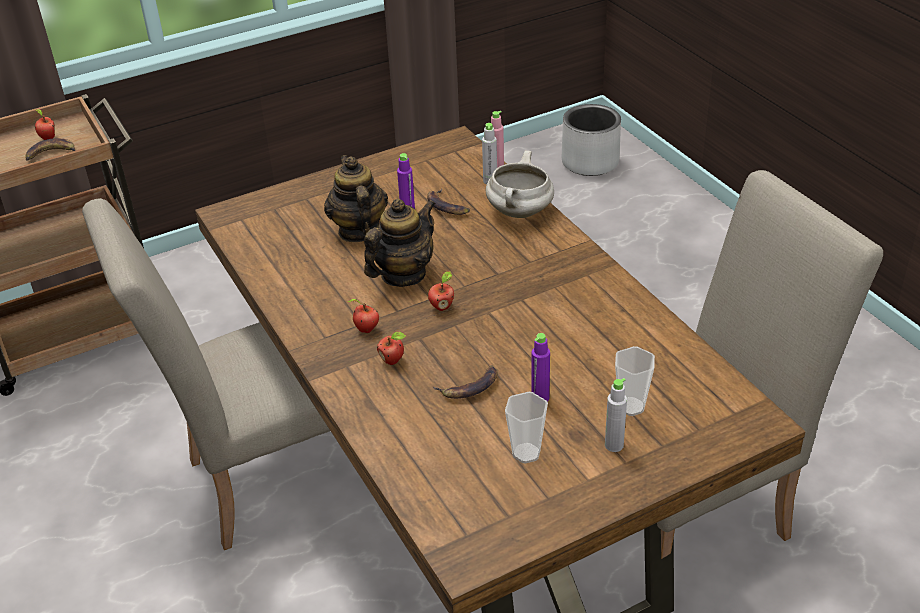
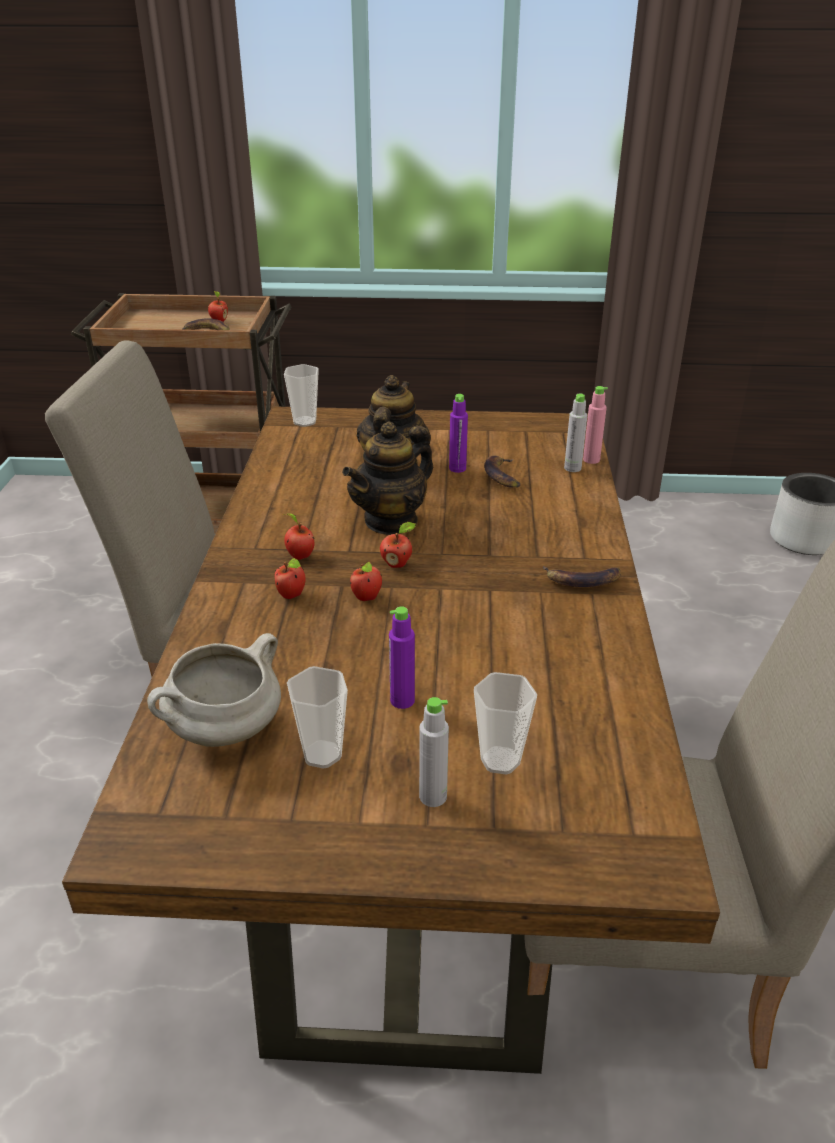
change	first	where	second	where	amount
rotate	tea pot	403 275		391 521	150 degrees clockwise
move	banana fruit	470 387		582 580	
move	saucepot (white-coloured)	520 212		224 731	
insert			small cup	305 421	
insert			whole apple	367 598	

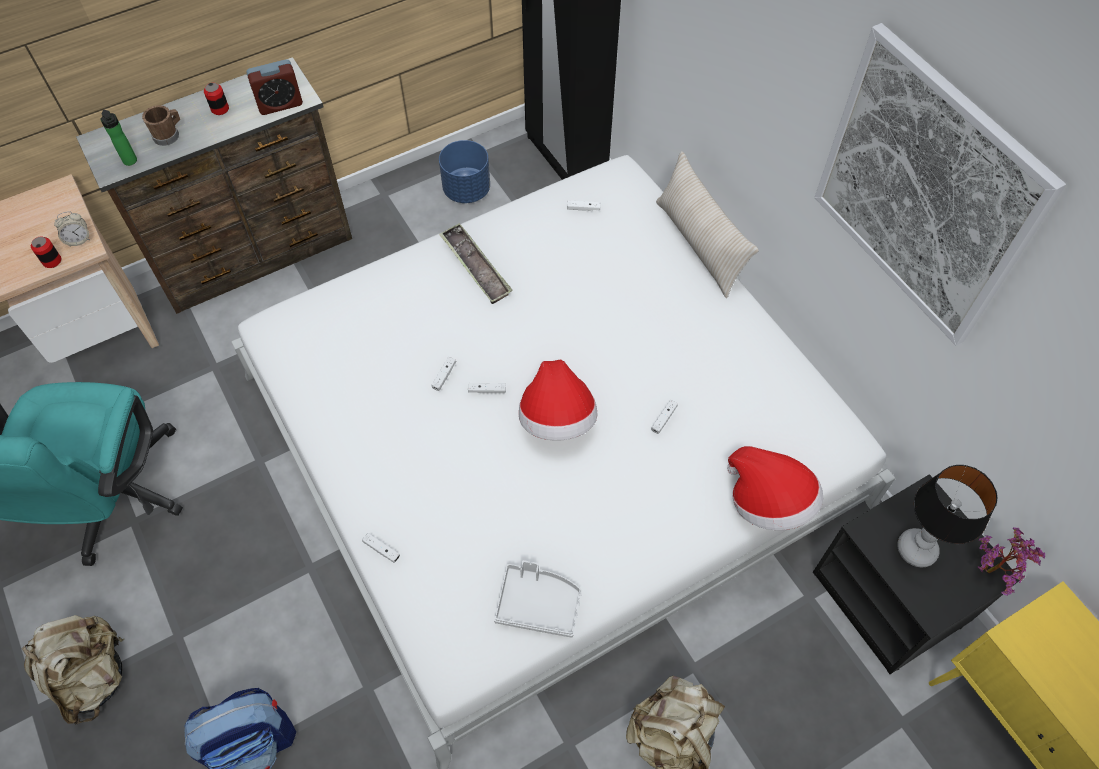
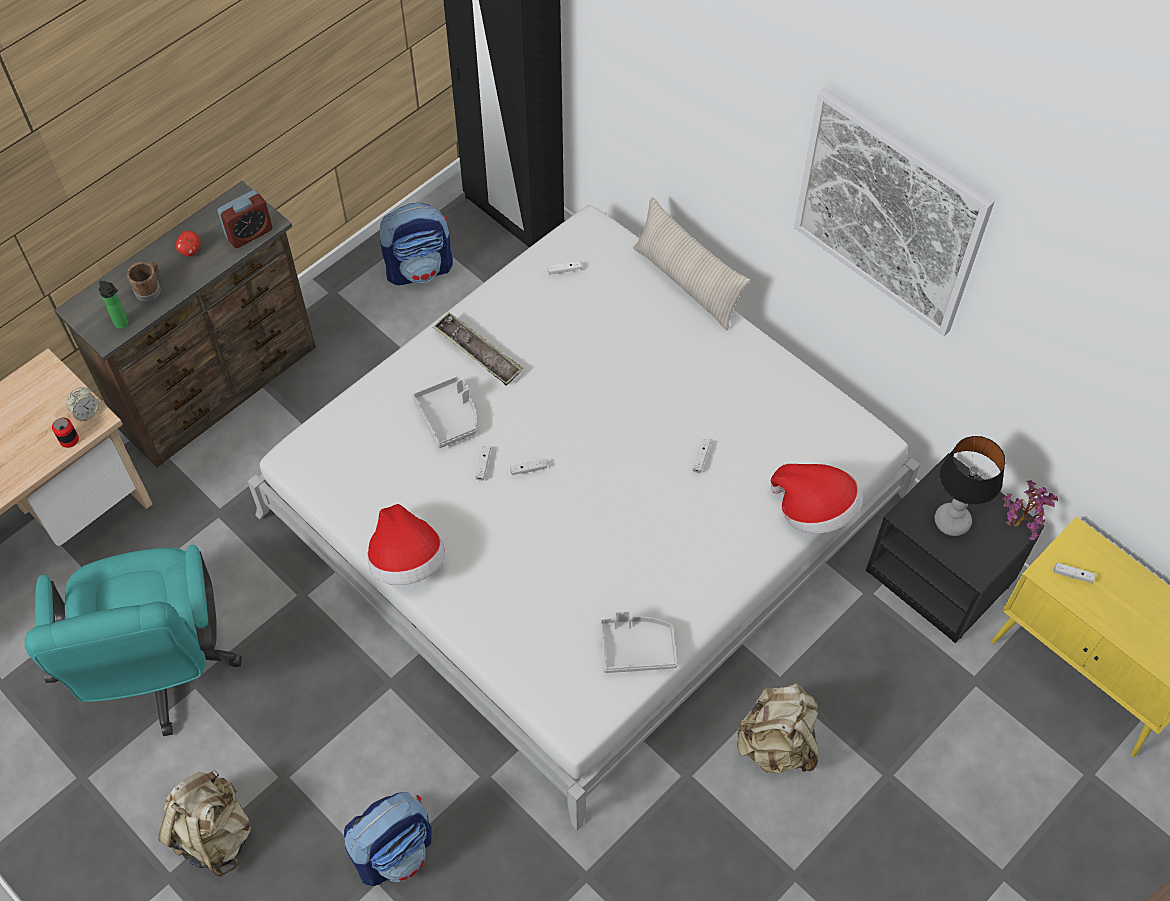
change	first	where	second	where	amount
replace	sealed can	220 109	whole apple	190 251	
move	gamepad (white-coloured)	381 550		1072 575	
replace	plant pot (bluish)	467 190	rucksack	420 269	
move	hat	557 419		407 562	
insert			serving tray (grey)	449 417	

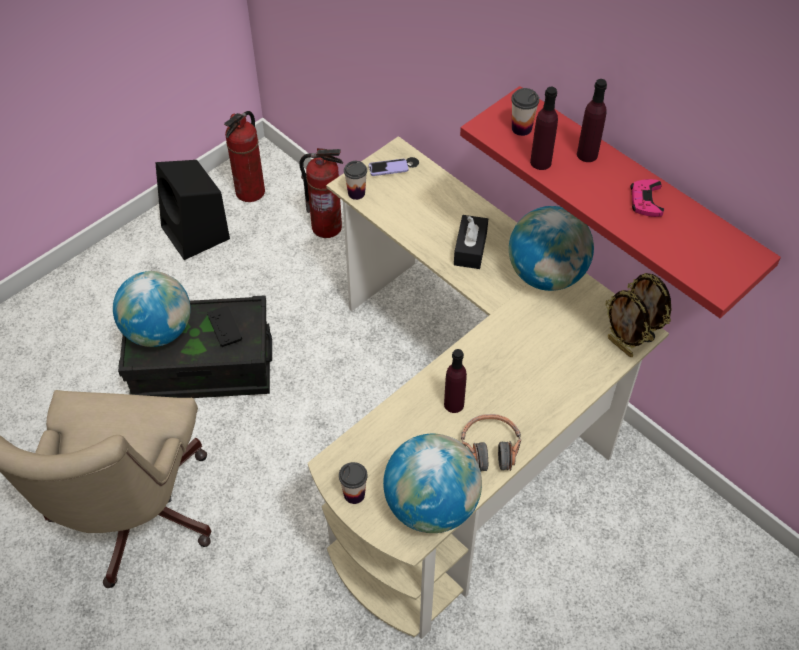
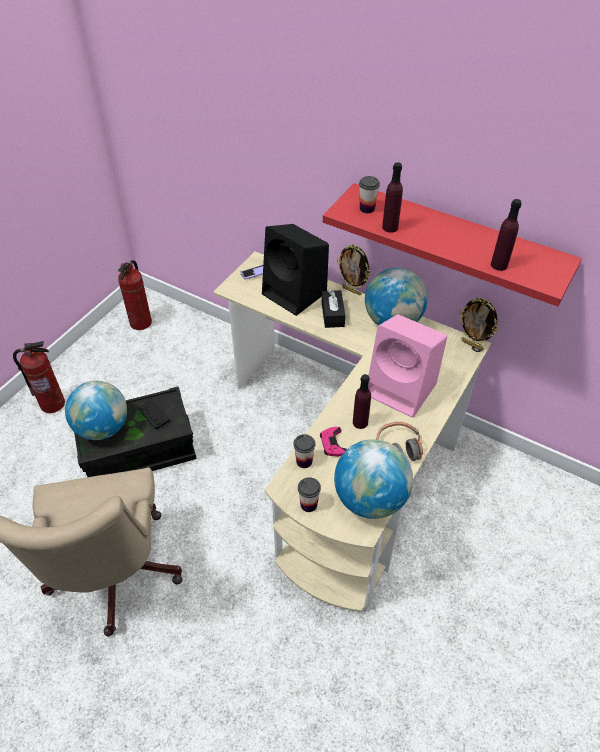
change	first	where	second	where	amount
move	speaker (black)	197 234		296 294	
move	fire-fighting cylinder	327 226		53 403	
move	small cup	356 193		304 461	
move	bottle (purplish)	587 154		499 265	
move	photo frame	620 346		352 291	
move	gamepad (pink)	646 200		332 444	
insert			speaker (pink)	403 389	

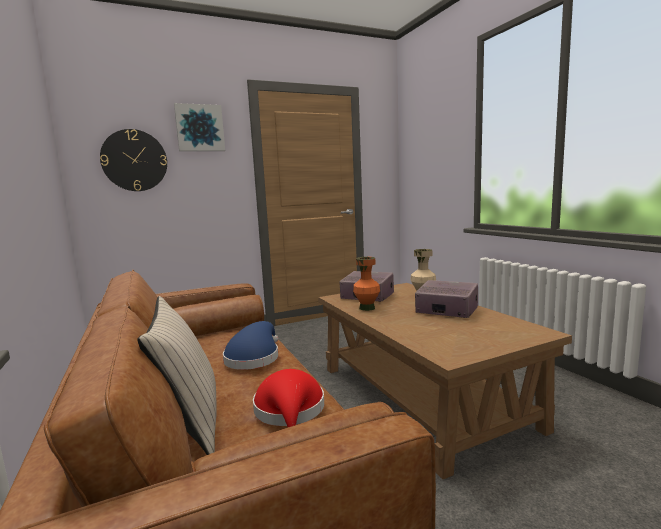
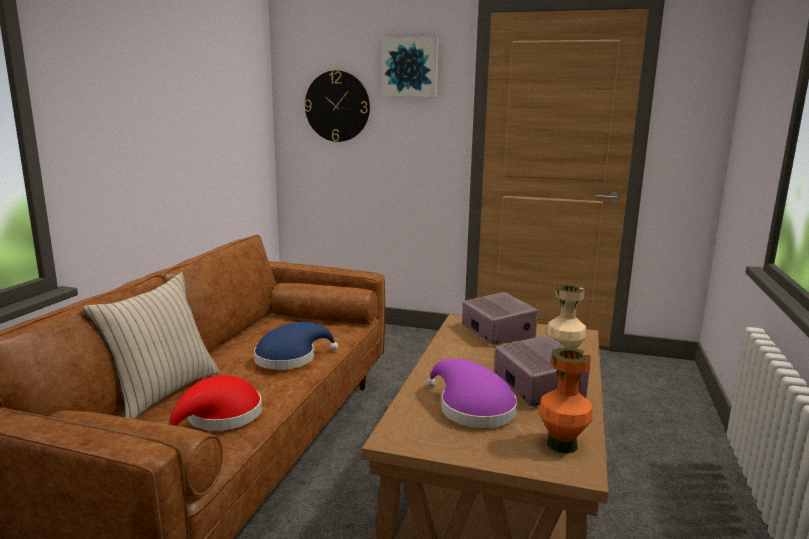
change	first	where	second	where	amount
move	flower vase (orangey)	366 308		561 444	
insert			hat (purplish)	472 408	

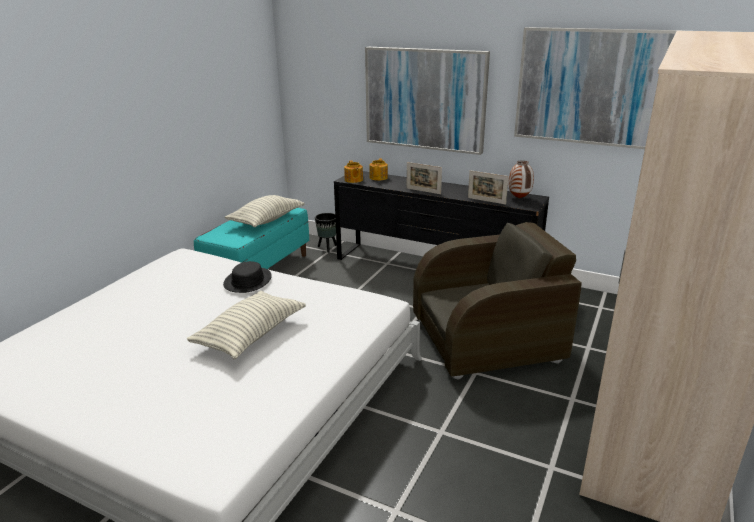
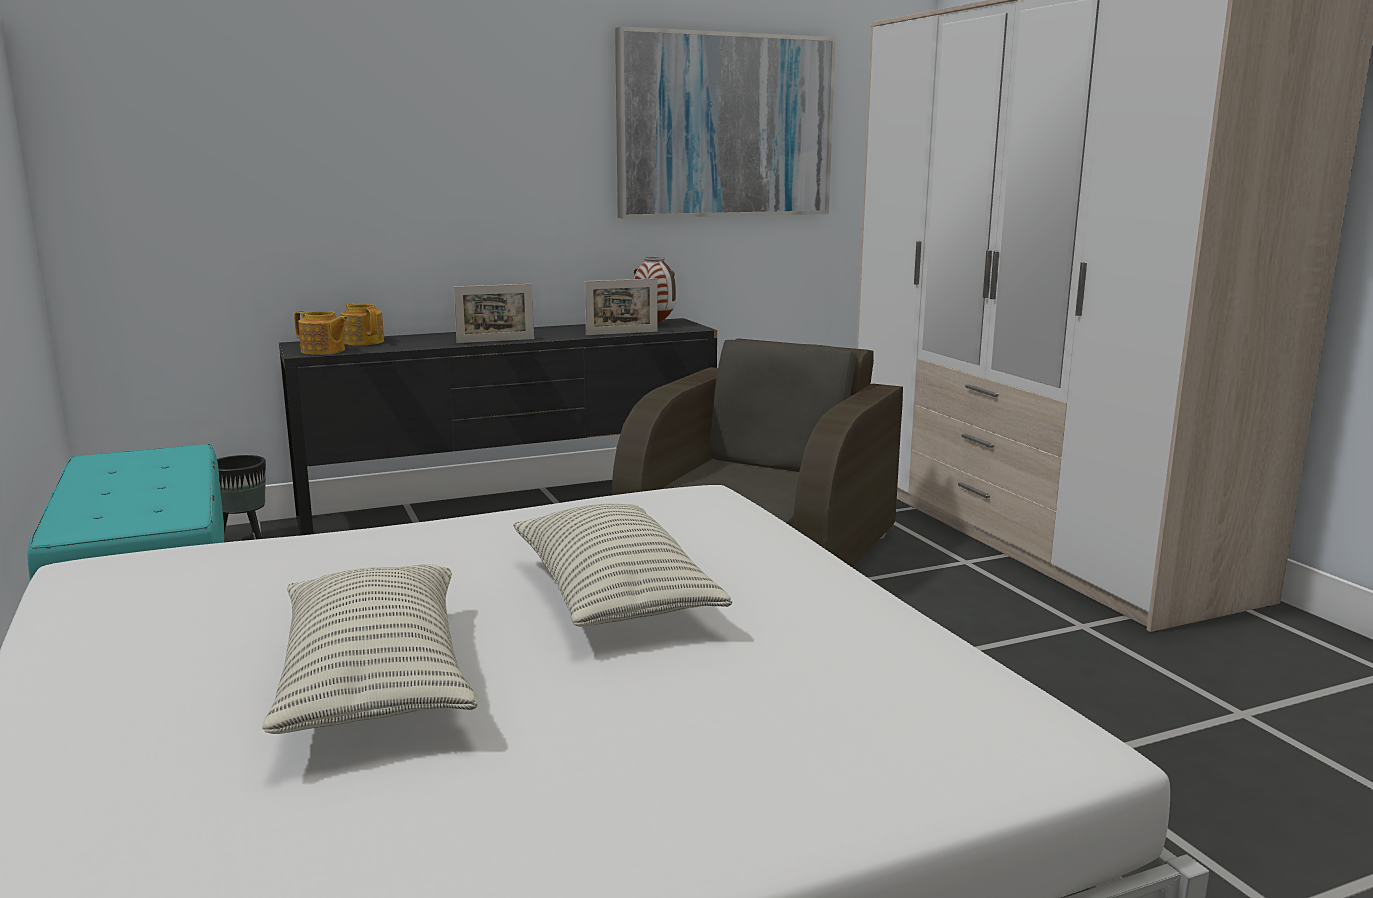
change	first	where	second	where	amount
delete	hat (black)	247 281			
move	throw pillow	266 220		375 682	
delete	picture	425 99			

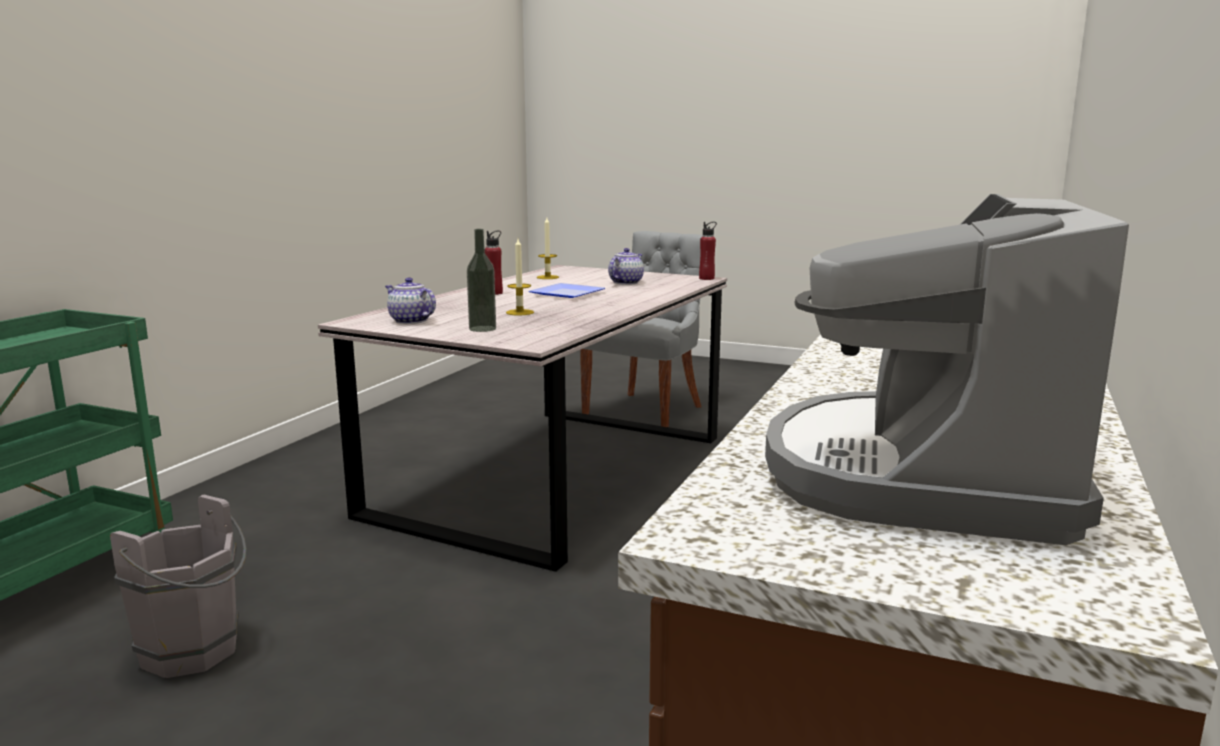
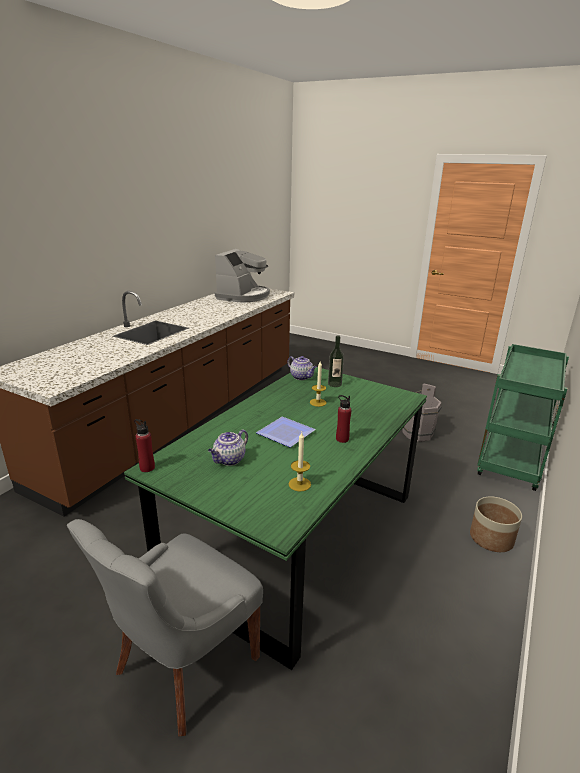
change	first	where	second	where	amount
recolor	dining table (grey)	551 473	dining table (green)	296 535	
move	tea pot	410 321		302 377	
insert			plant pot	491 538	

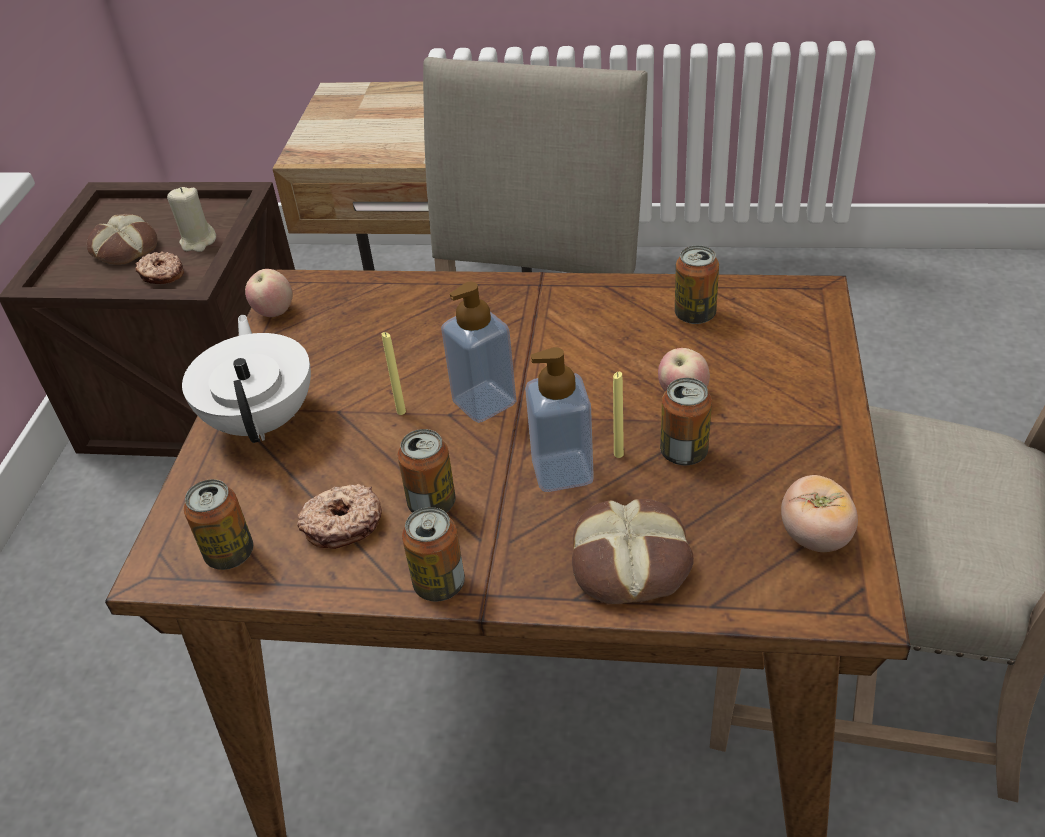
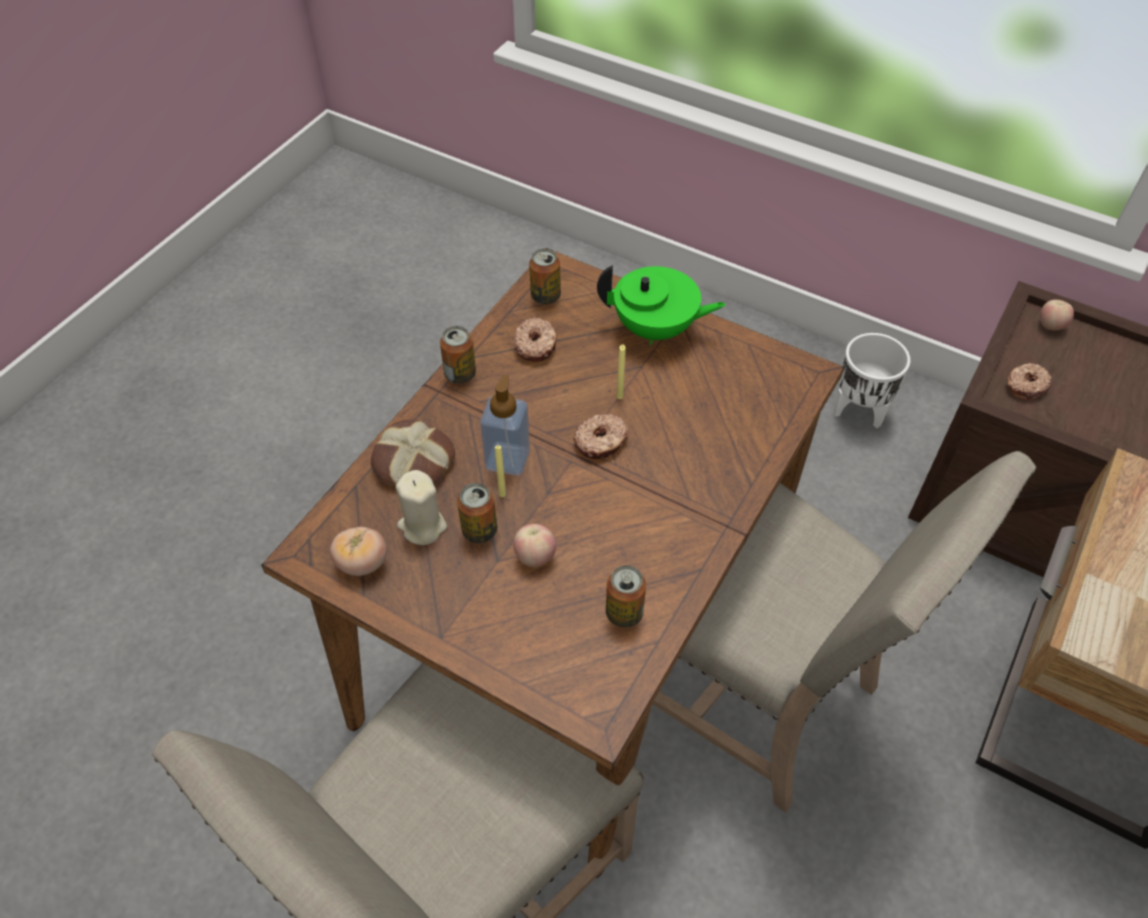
change	first	where	second	where	amount
delete	baked bread	124 249			
move	wax light (sand-coloured)	198 242		422 526	
recolor	tea pot (white-coloured)	263 419	tea pot (green)	656 329	
move	whole apple	274 312		1050 326	
delete	sealed can	432 504			
replace	soap dispenser	484 402	ring doughnut	601 442	
insert			plant pot (white-coloured)	857 411	

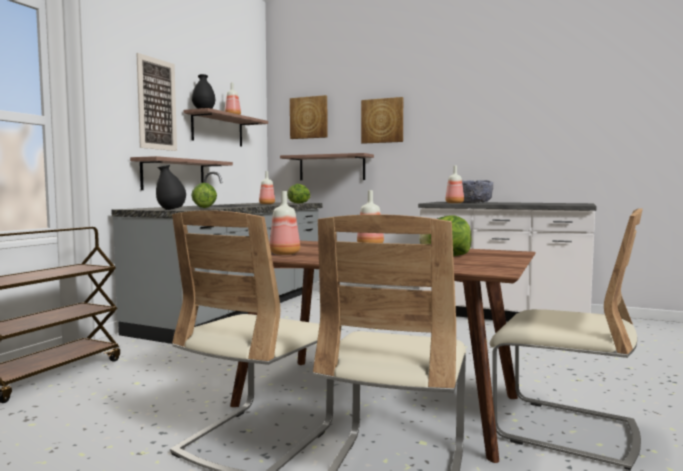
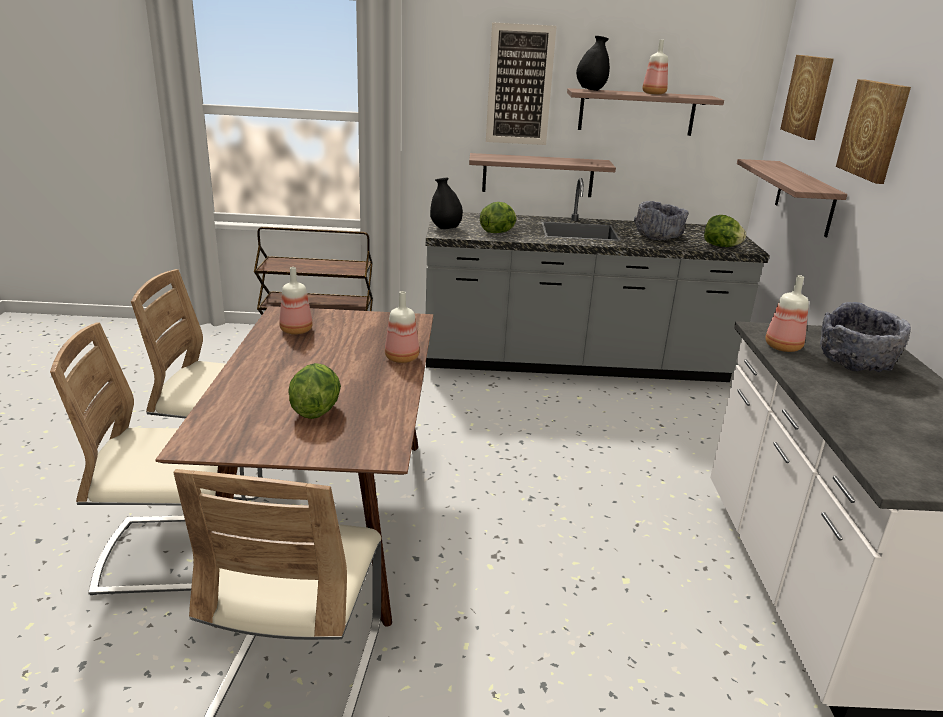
change	first	where	second	where	amount
replace	bottle	266 204	serving bowl (grey)	658 236	

